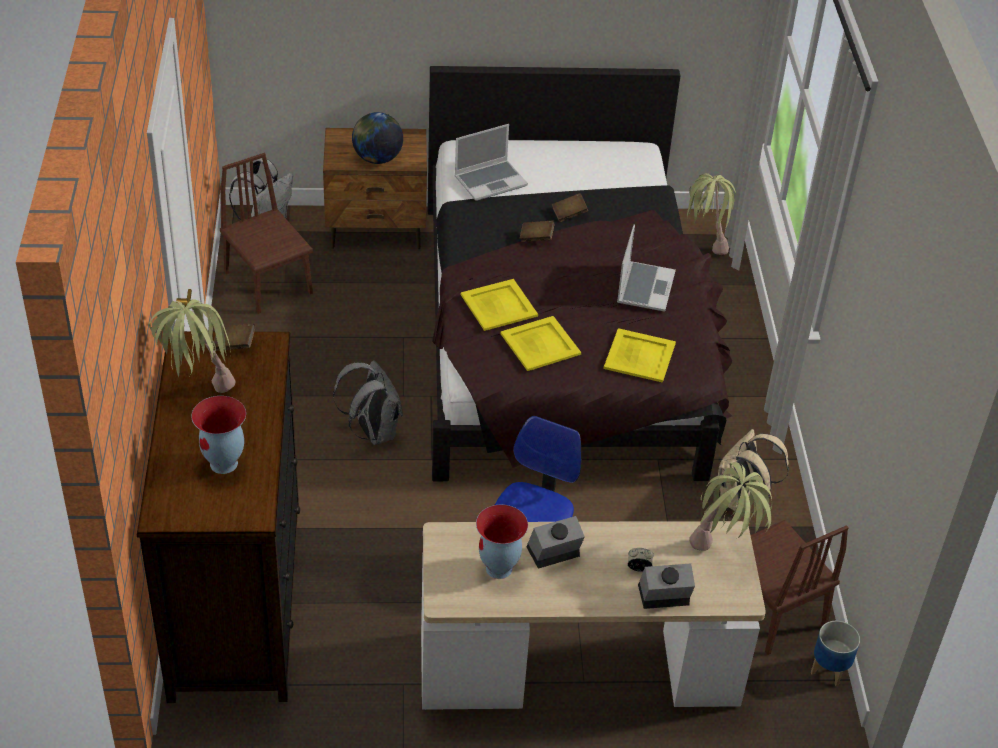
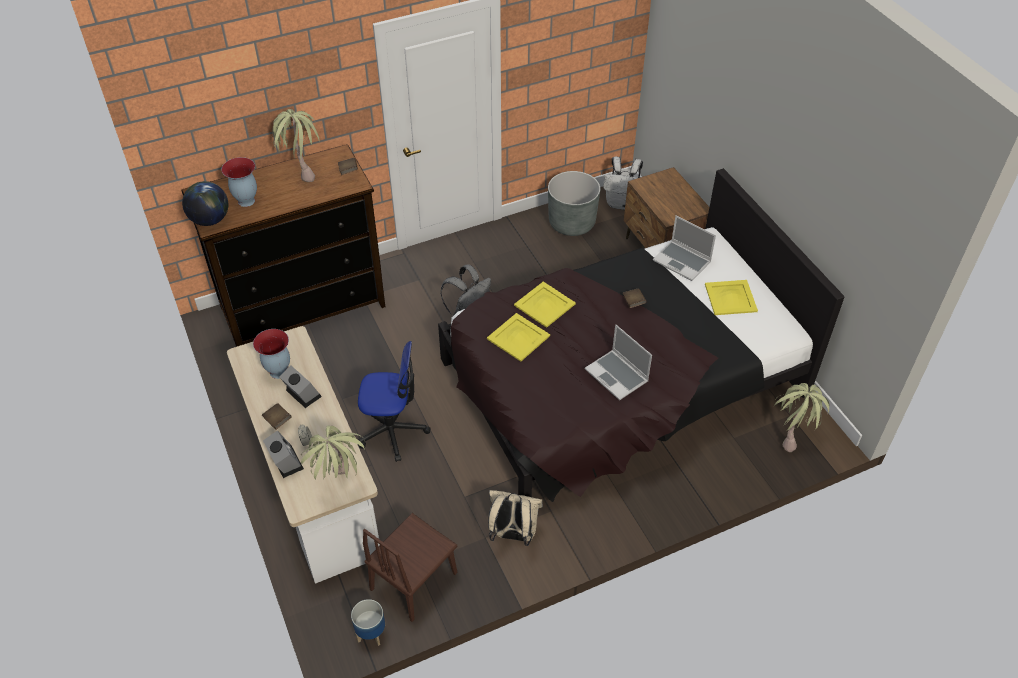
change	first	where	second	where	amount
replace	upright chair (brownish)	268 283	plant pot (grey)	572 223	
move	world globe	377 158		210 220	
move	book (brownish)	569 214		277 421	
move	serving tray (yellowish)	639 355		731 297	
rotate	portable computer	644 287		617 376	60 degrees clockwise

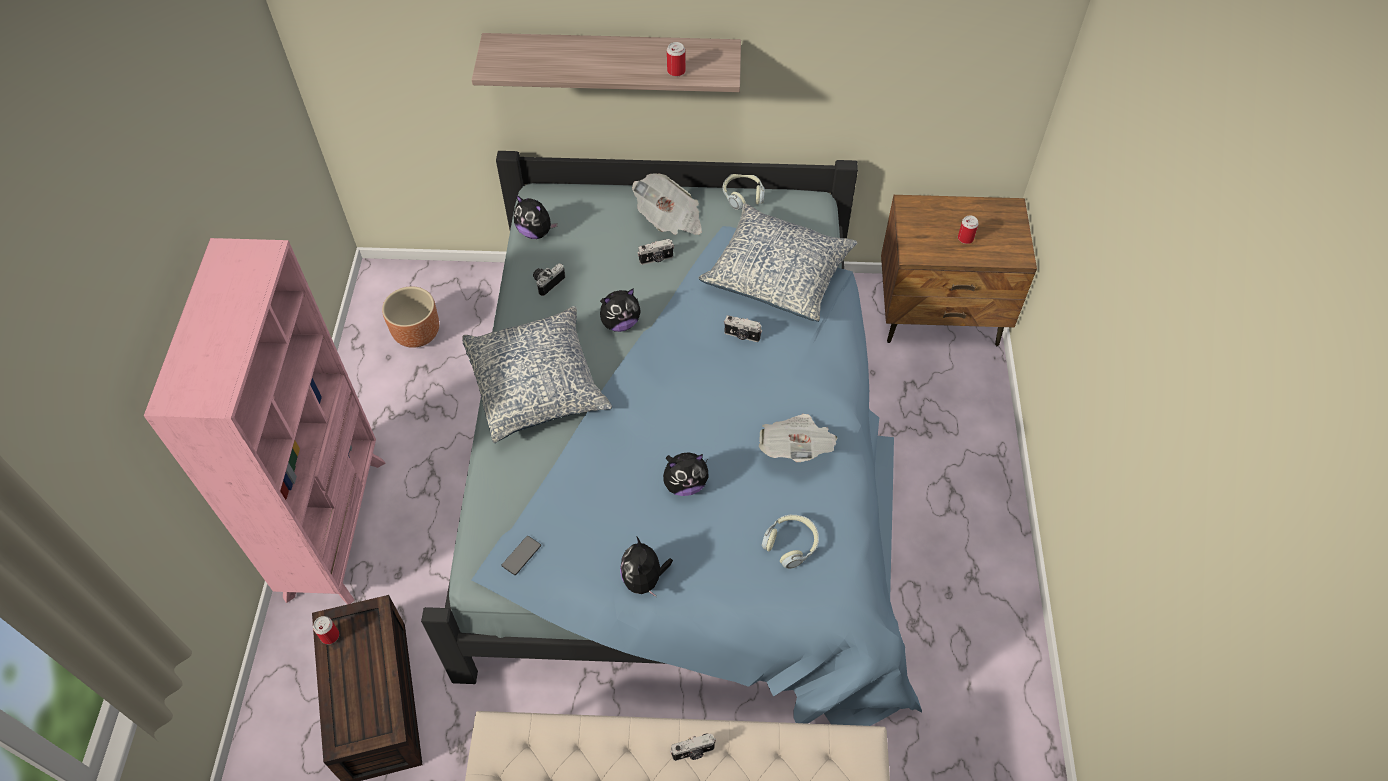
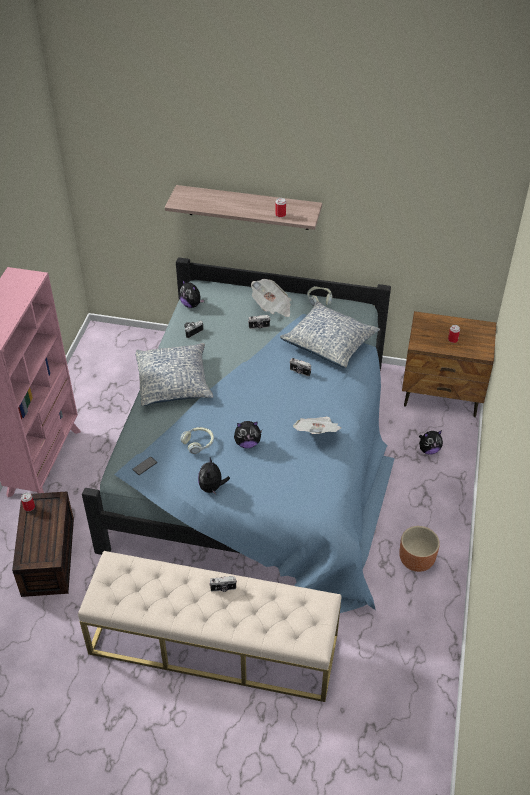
change	first	where	second	where	amount
move	plant pot (brownish)	417 333		416 560	
move	plush toy	620 323		429 450	
move	pair of headphones	791 544		198 443	

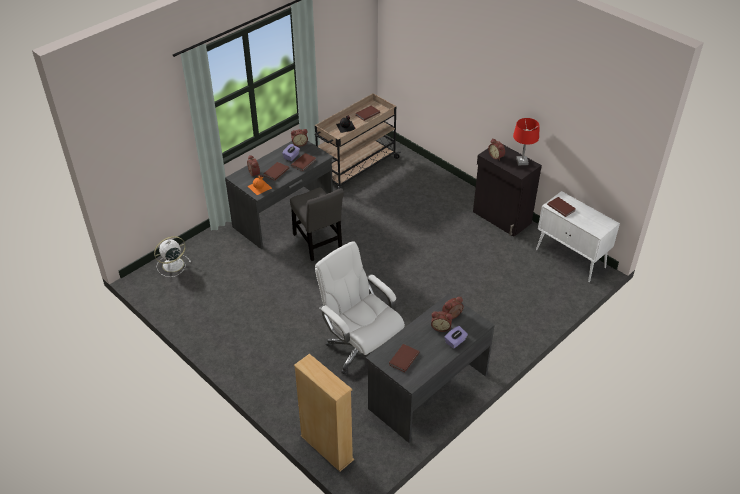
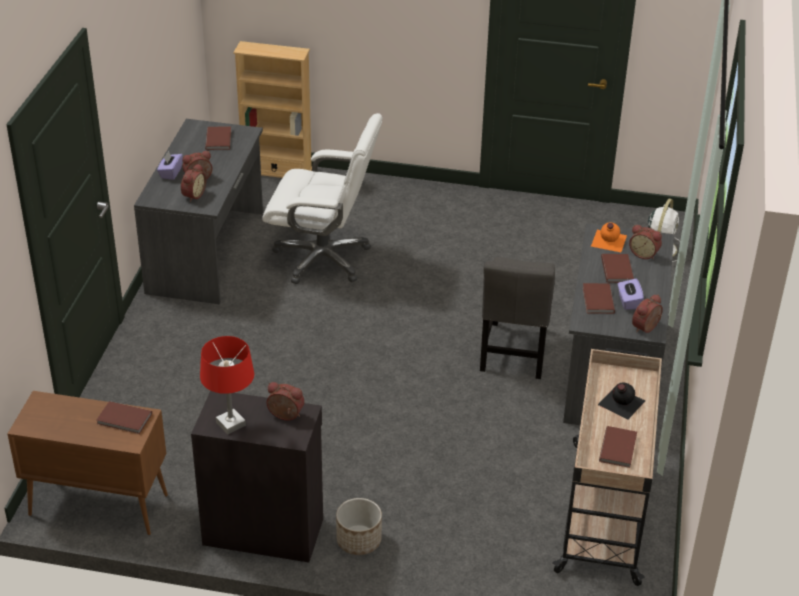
change	first	where	second	where	amount
rotate	upright chair (grey)	318 243		514 353	105 degrees counterclockwise
recolor	cabinet (white-coloured)	571 259	cabinet (brownish)	97 505	
insert			plant pot	359 541	

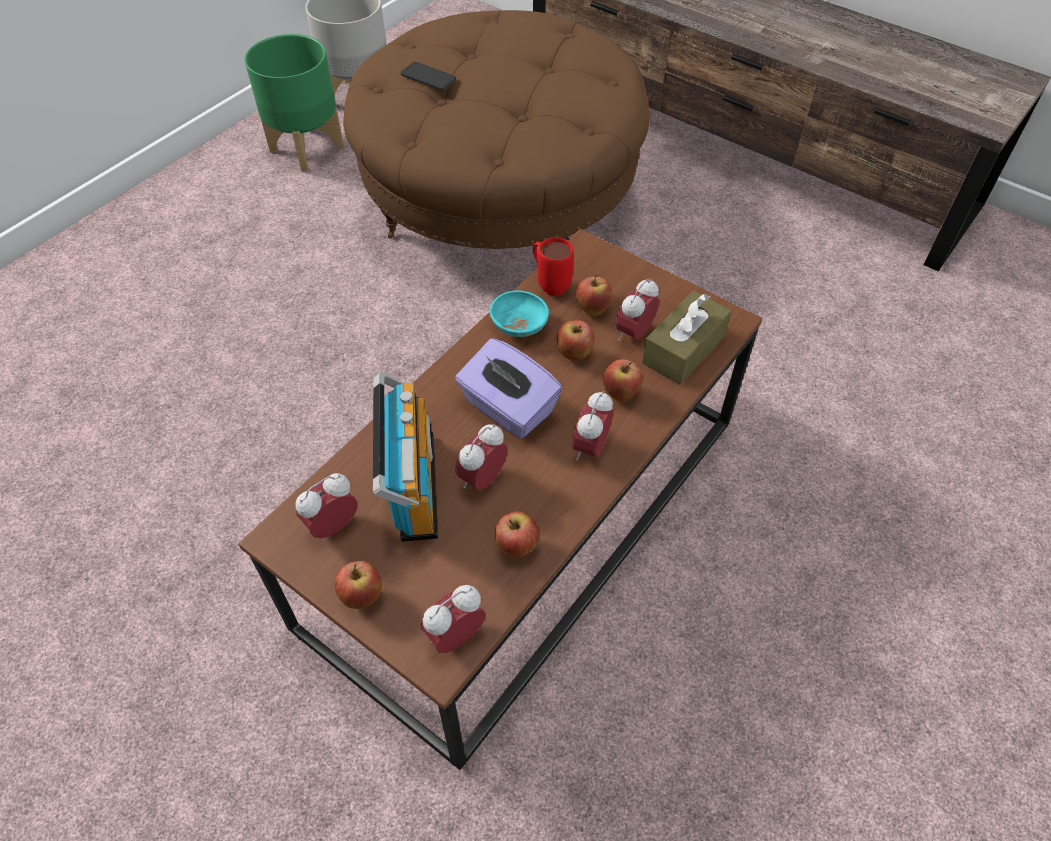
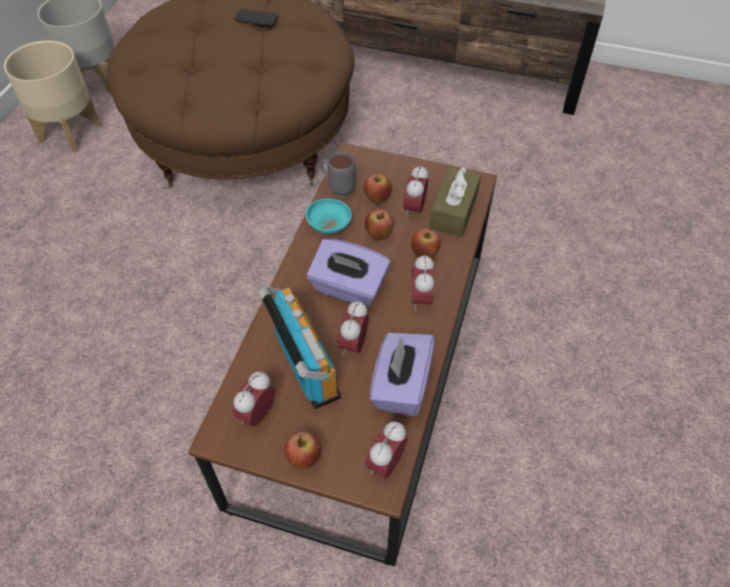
change	first	where	second	where	amount
recolor	plant pot (green)	306 149	plant pot (sand-coloured)	69 133	
move	telephone	428 77		256 18	
replace	whole apple	517 547	box of tissues (purplish)	401 386	
recolor	coffee mug (red-coloured)	549 283	coffee mug (grey)	337 188	

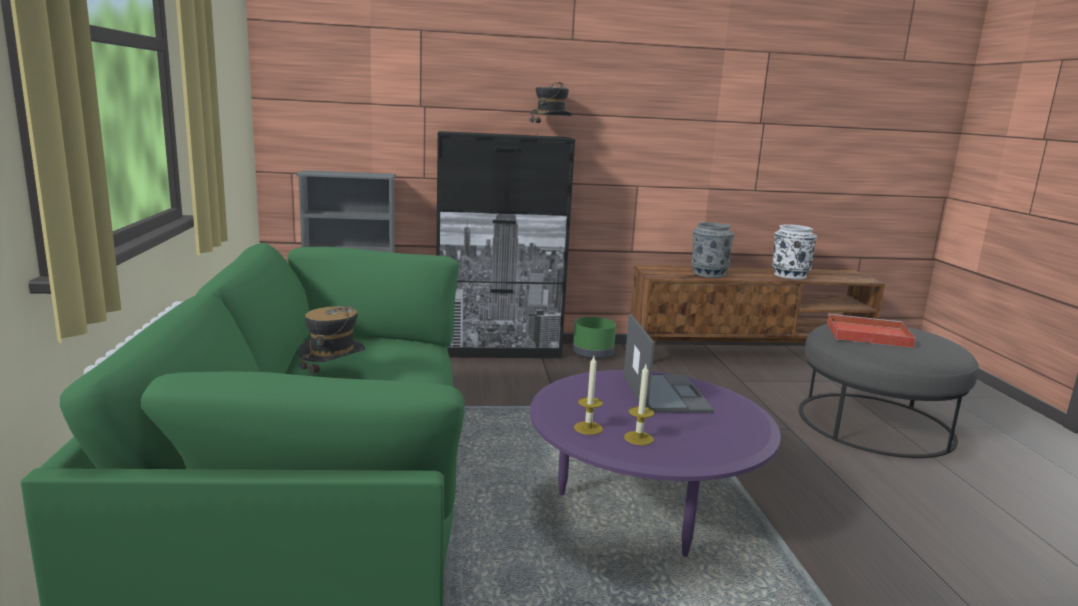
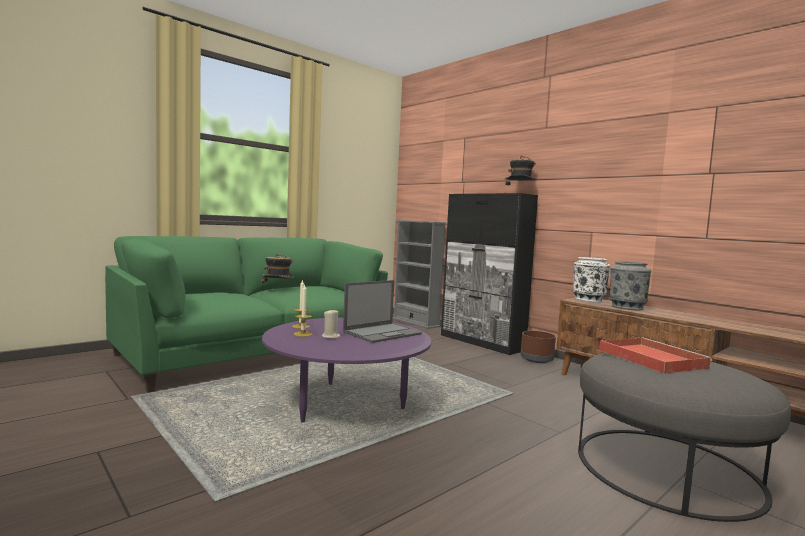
change	first	where	second	where	amount
recolor	plant pot (green)	592 354	plant pot (brownish)	536 360	
move	flower vase (white-coloured)	789 275		588 300	
insert			wax light (sand-coloured)	331 336	

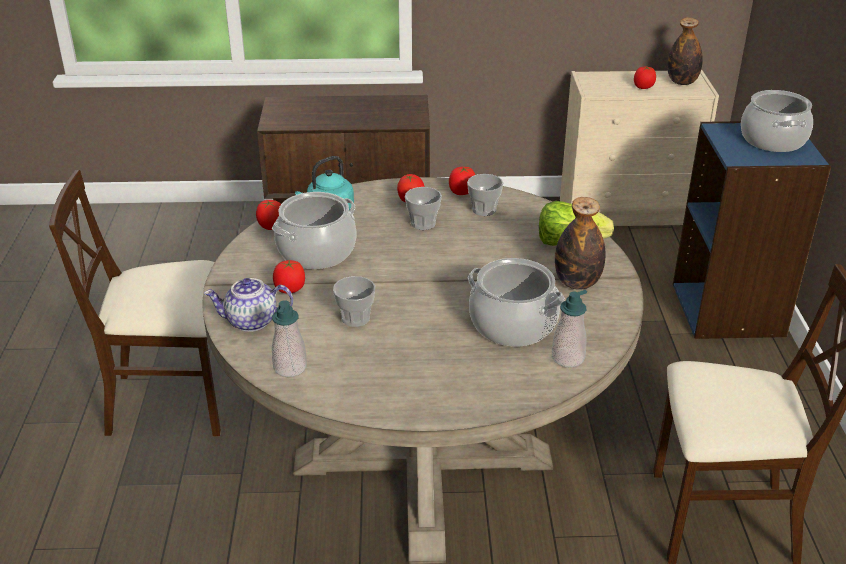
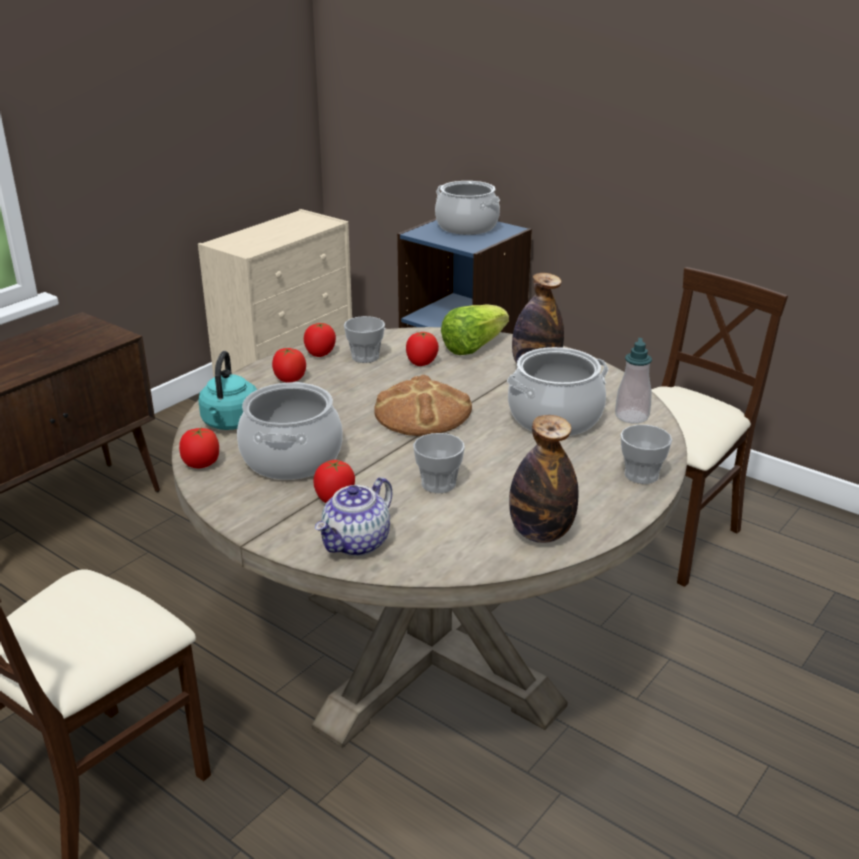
change	first	where	second	where	amount
delete	soap dispenser	290 367			
move	small cup	423 223		641 475	
move	whole tomato	643 87		421 363	
move	bottle	682 82		541 533	
insert			baked bread	422 413	

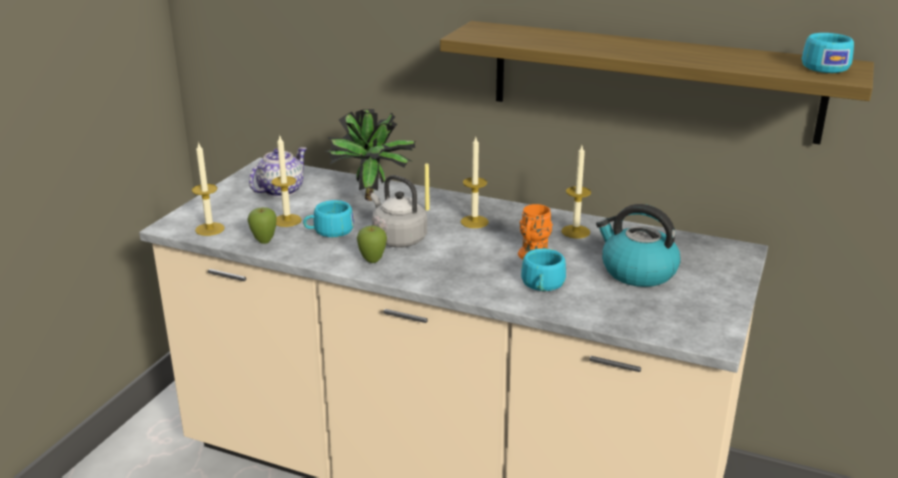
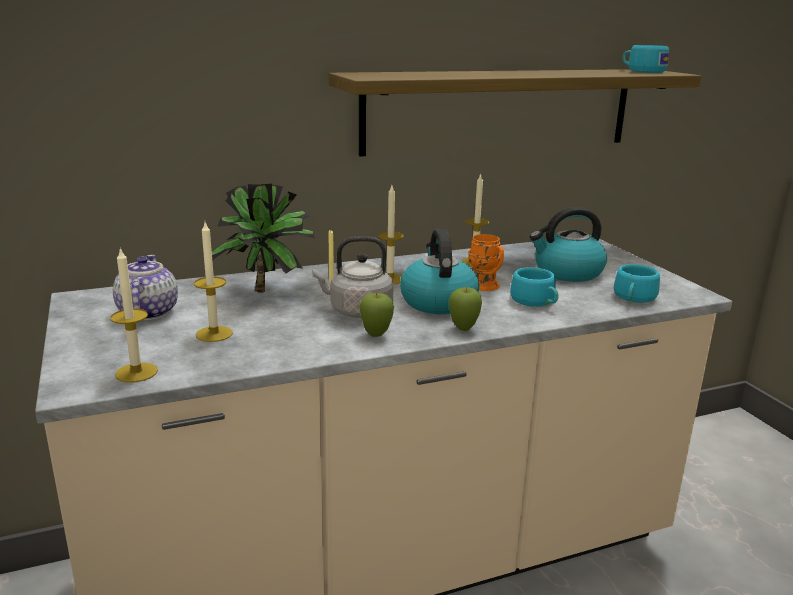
change	first	where	second	where	amount
move	whole apple	264 241		463 329	
move	small cup (turquoise-coloured)	329 231		633 298	
insert			water kettle	437 301	

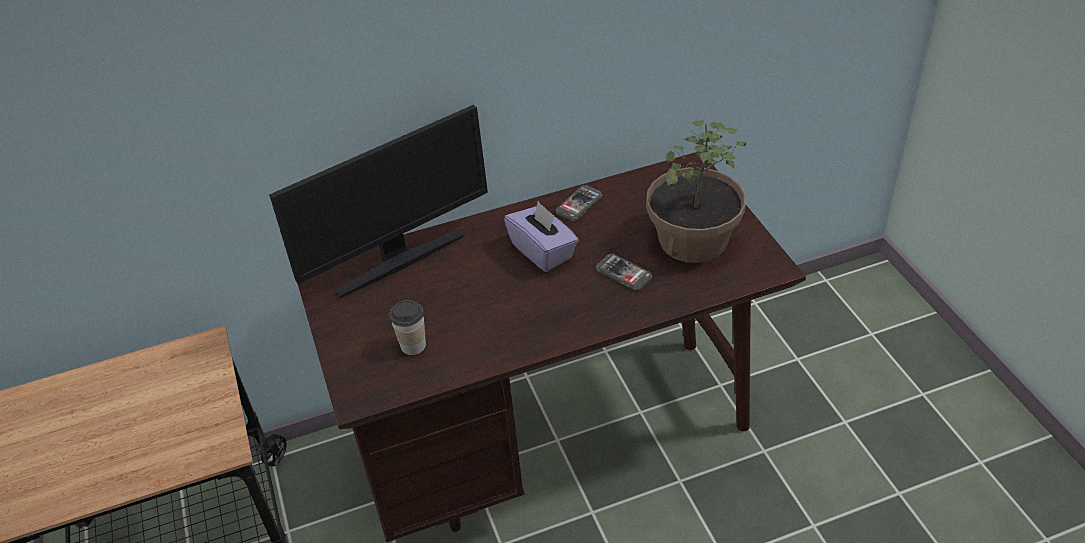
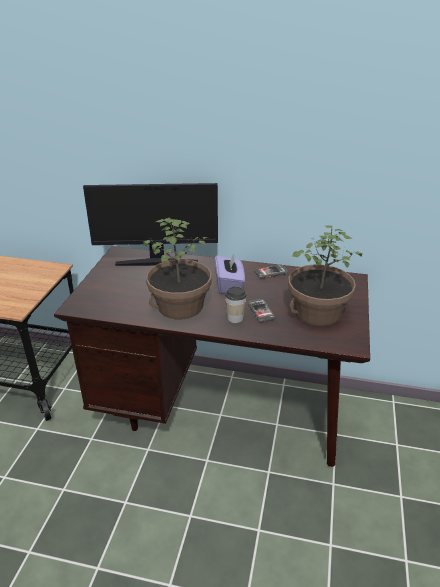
change	first	where	second	where	amount
move	small cup	413 345		235 318	
insert			plant in a pot	180 306	

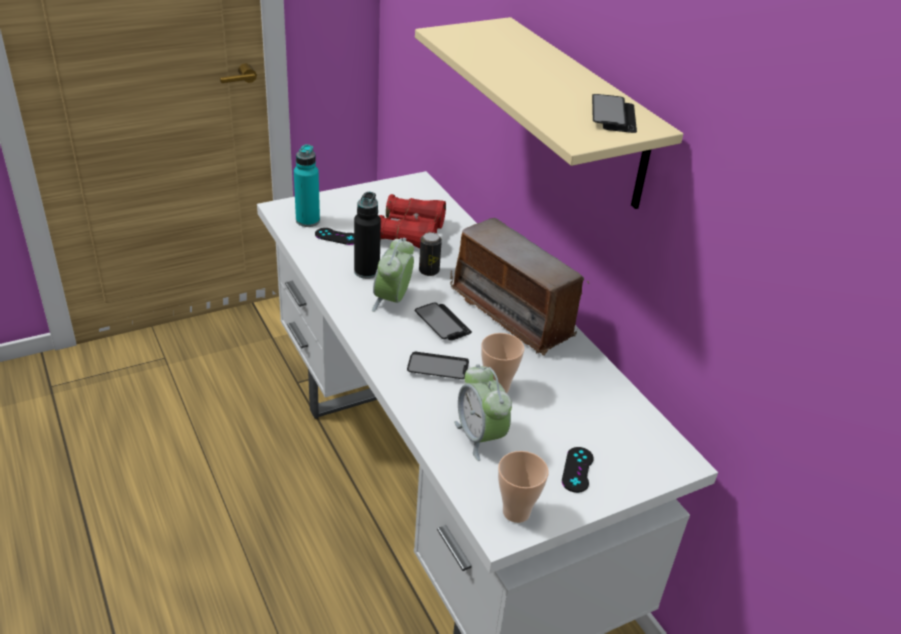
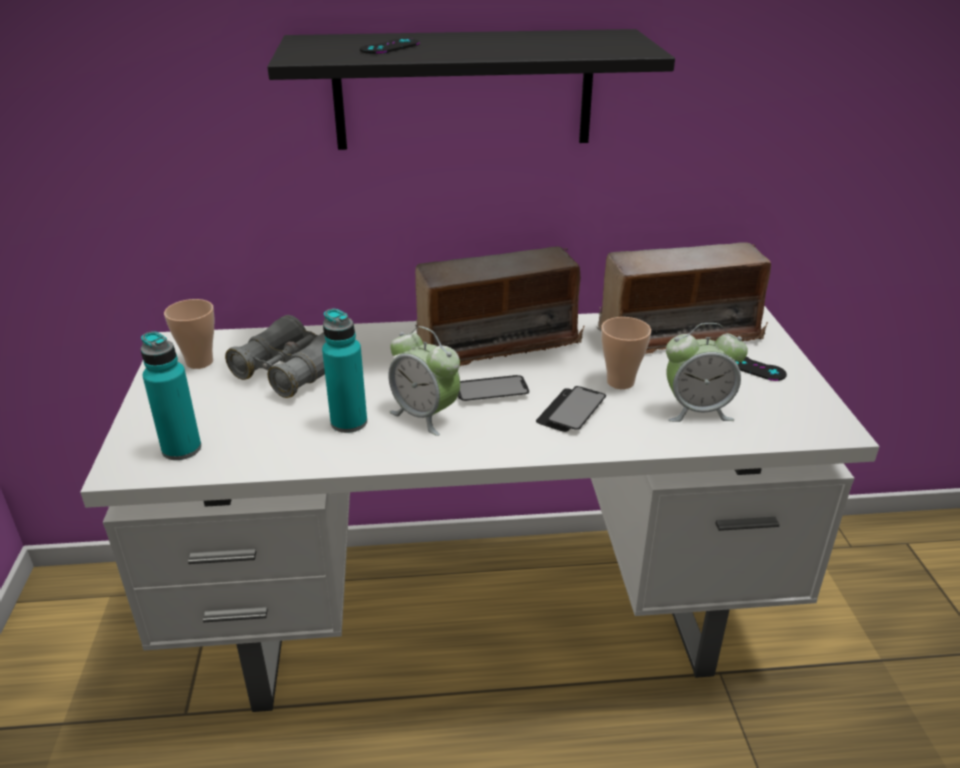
change	first	where	second	where	amount
move	gamepad (black)	337 236		390 47	
recolor	bottle (black)	367 271	bottle (turquoise-coloured)	349 422	
recolor	binoculars (red-coloured)	411 233	binoculars (grey)	290 372	
recolor	bracket shelf (sand-coloured)	580 113	bracket shelf (black)	463 90	
delete	sealed can	429 271			
move	small cup	516 512		199 362	
delete	telephone	613 116			
insert			radio	678 334	

